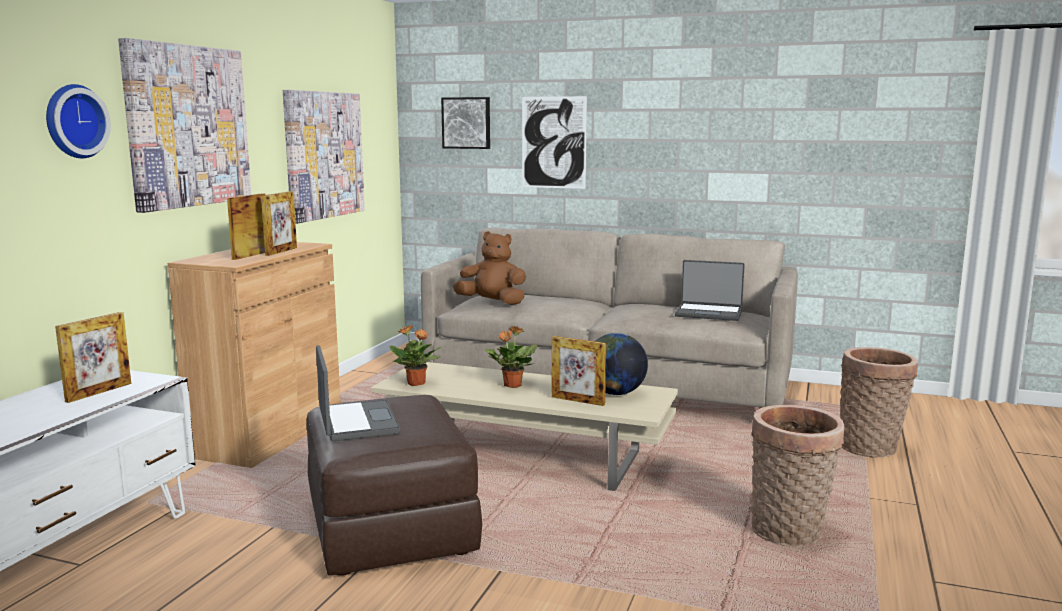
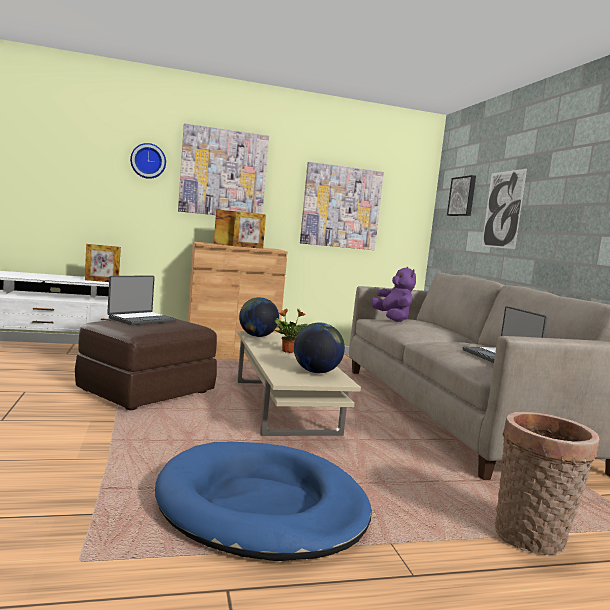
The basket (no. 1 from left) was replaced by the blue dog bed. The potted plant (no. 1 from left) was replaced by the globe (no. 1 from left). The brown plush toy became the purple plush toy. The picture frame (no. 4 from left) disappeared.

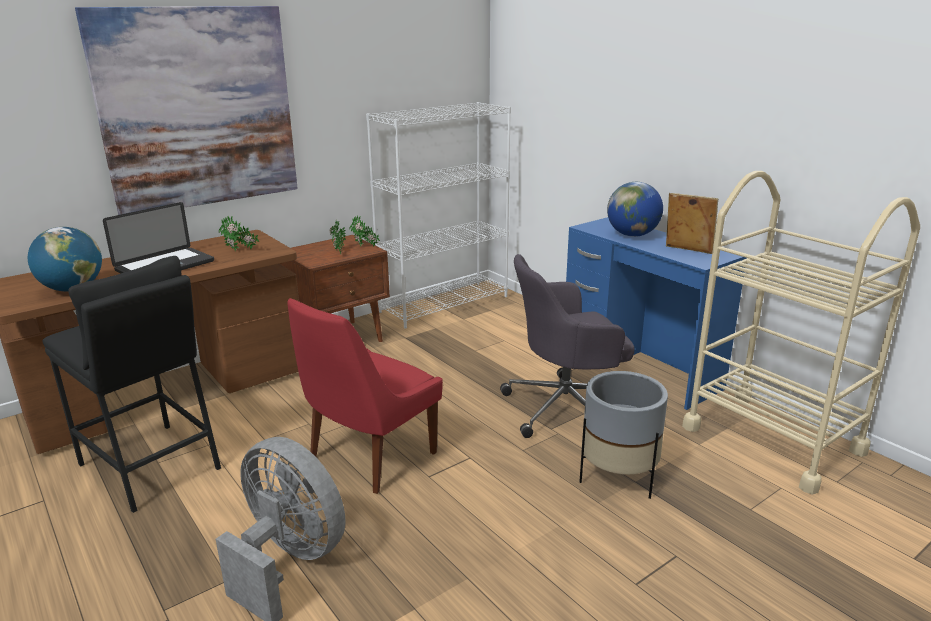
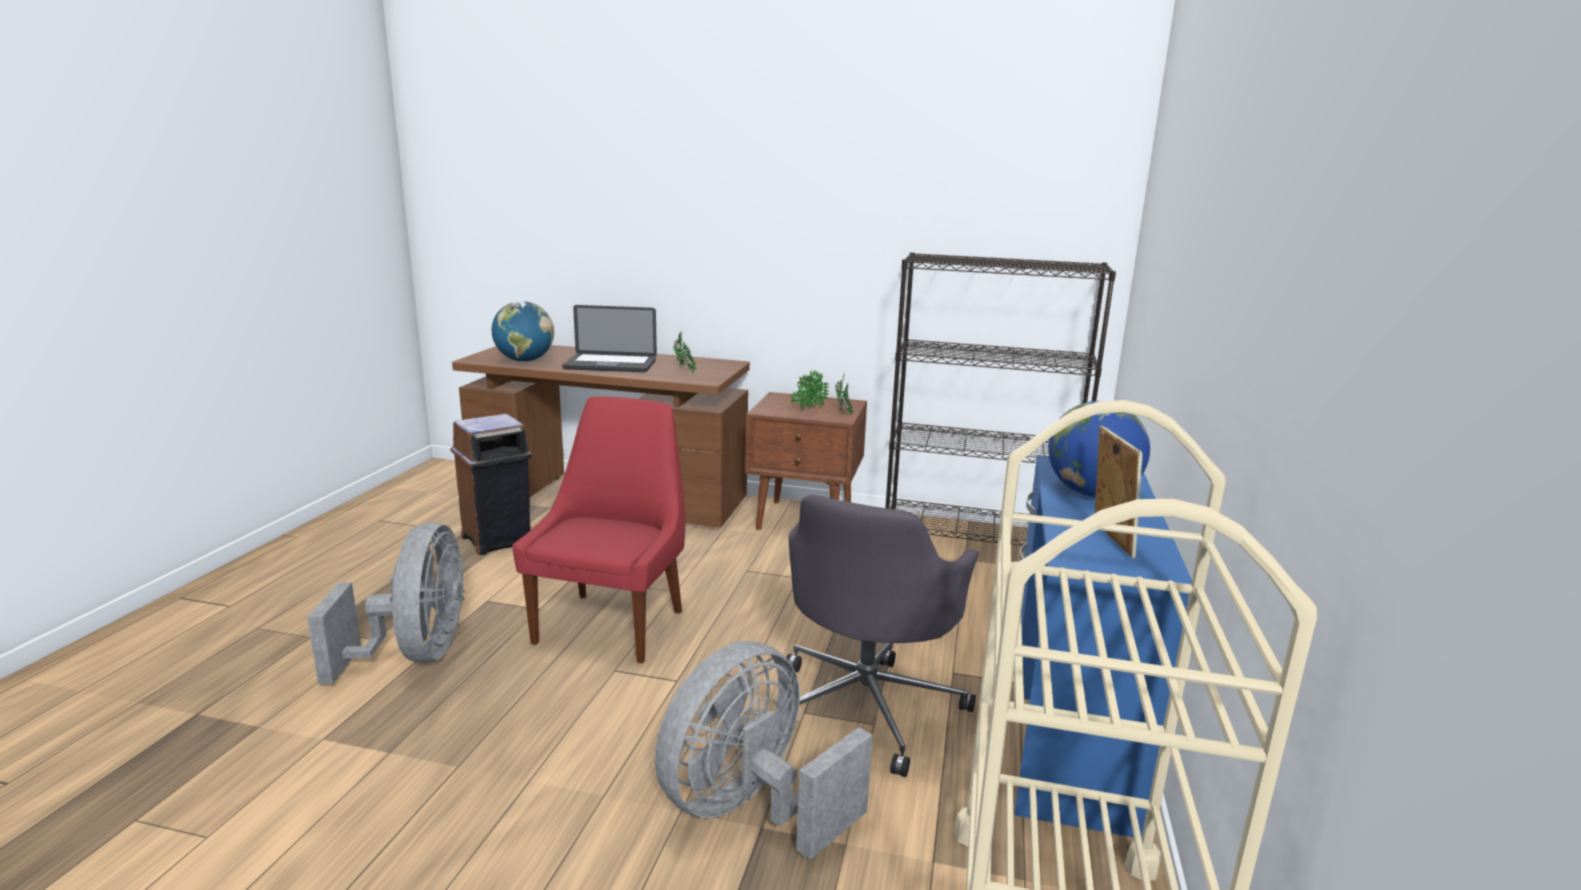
The black stool was replaced by the brown trash can. The red chair turned 105 degrees clockwise. The grey planter was replaced by the grey fan (no. 2 from left). The grey office chair turned 105 degrees counterclockwise. The white bookcase became the black bookcase. The picture disappeared.

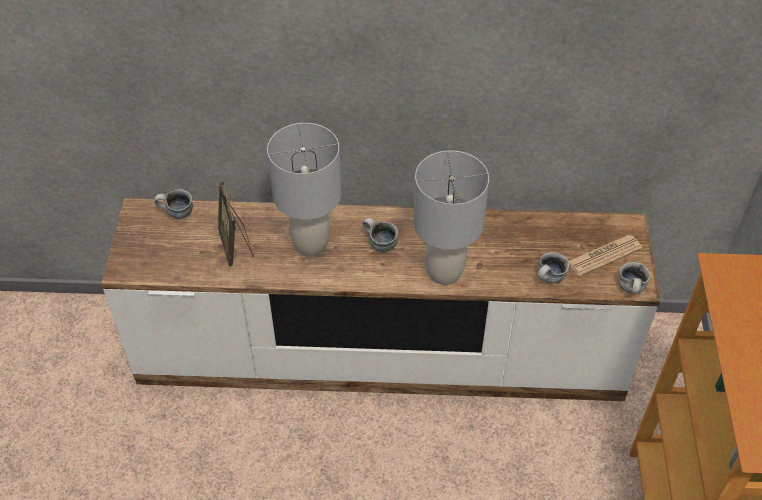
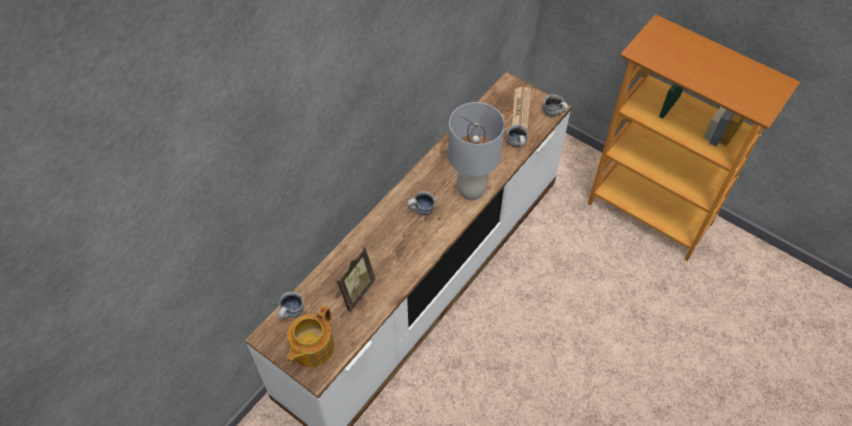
The teapot appeared. The picture frame turned 75 degrees counterclockwise. The grey table lamp (no. 1 from left) disappeared.

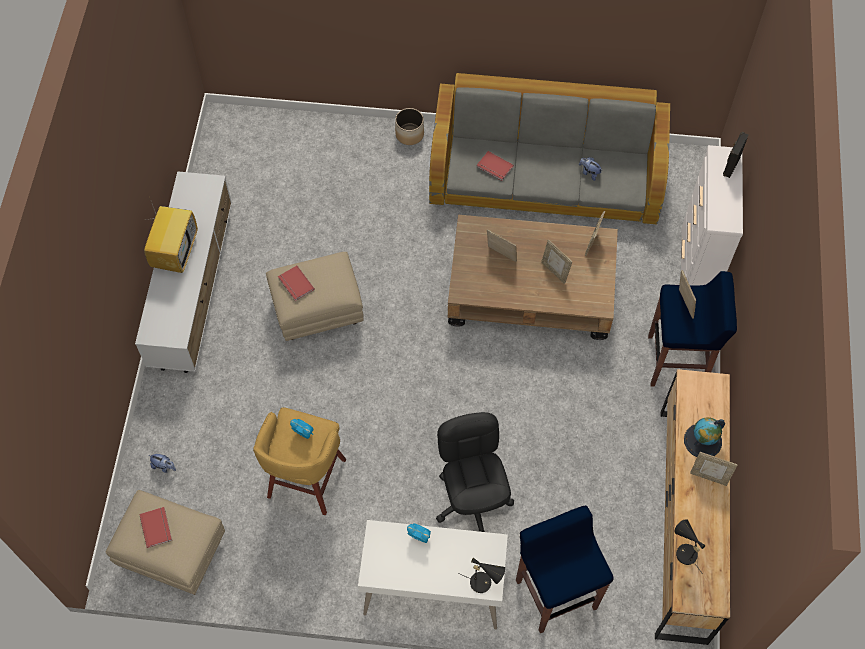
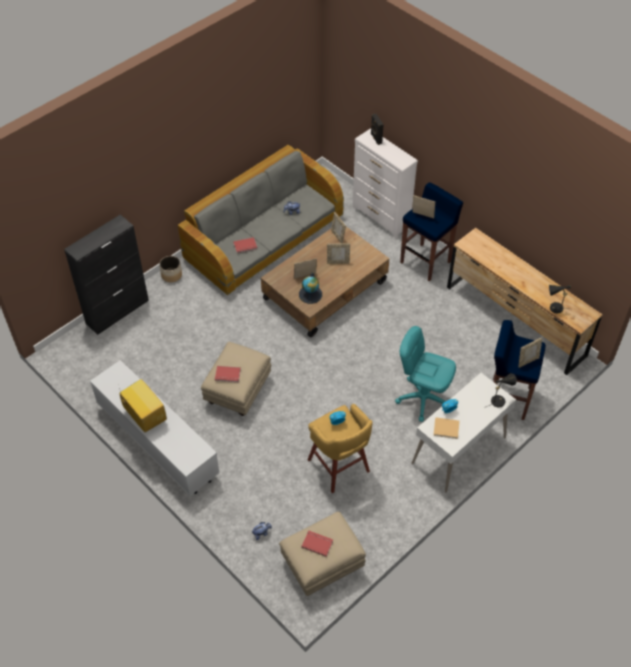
The black cabinet appeared. The globe moved. The black office chair became the turquoise office chair. The beige book appeared. The picture frame (no. 5 from left) moved.

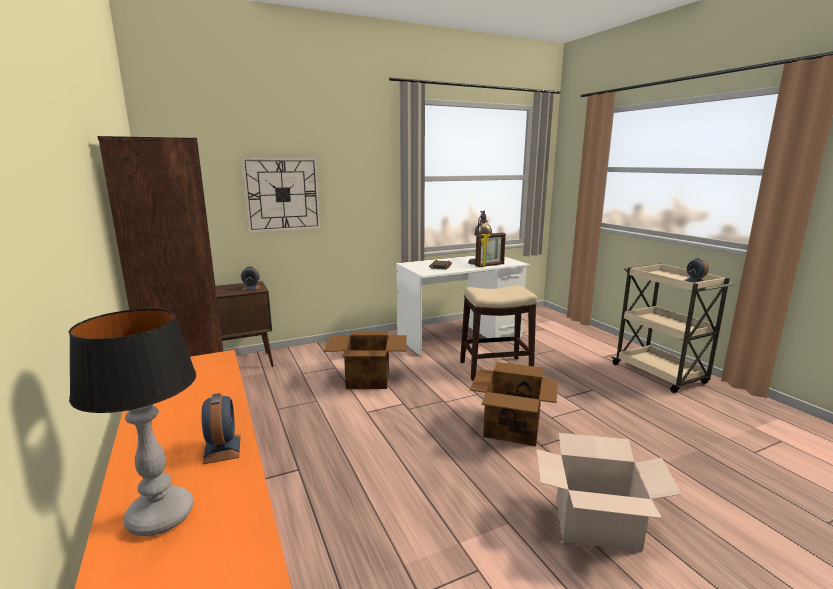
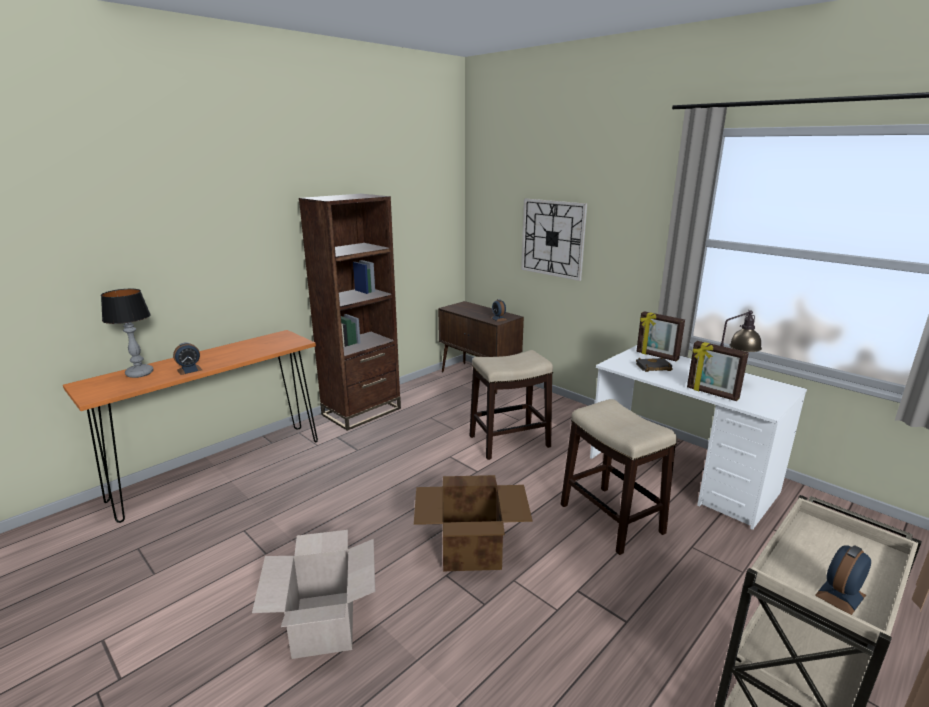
The cardboard box (no. 1 from left) was replaced by the stool (no. 1 from left). The picture frame (no. 1 from left) appeared.

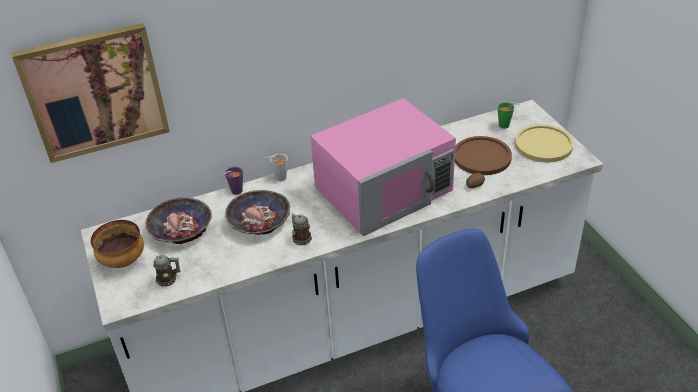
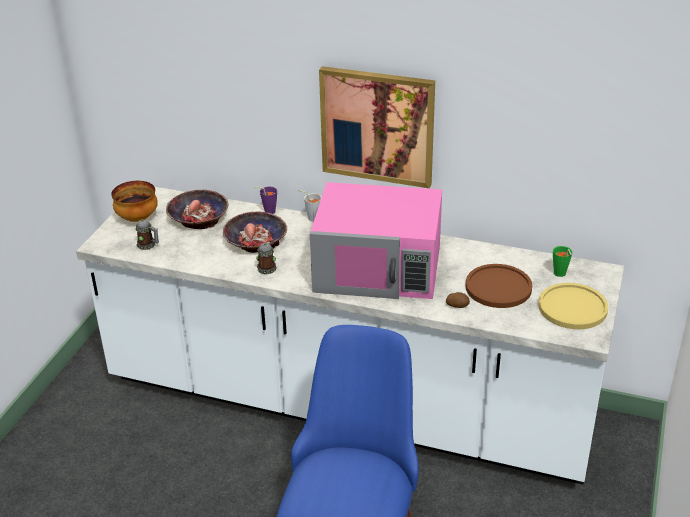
The picture moved.

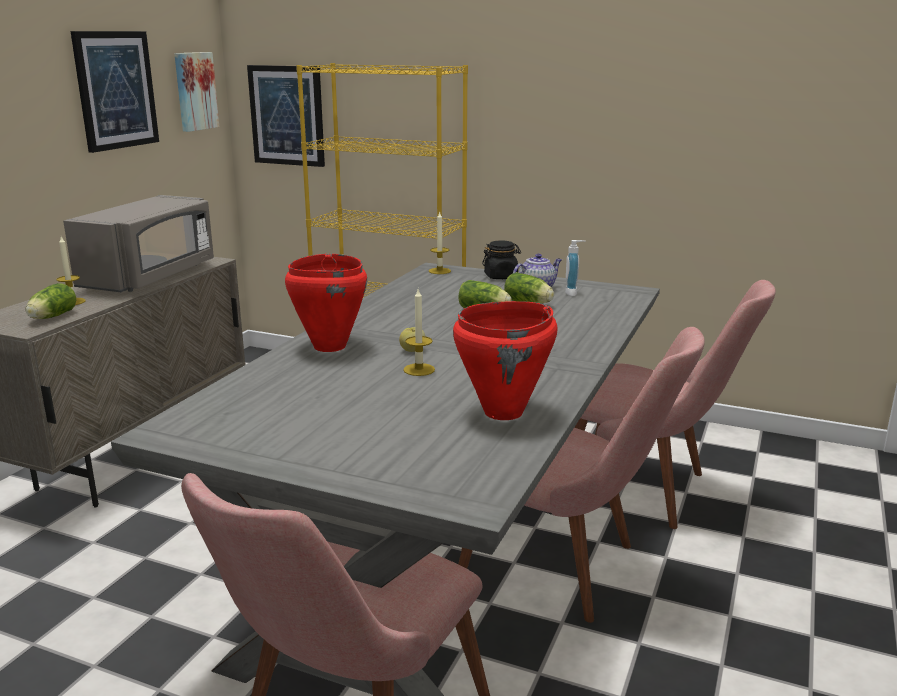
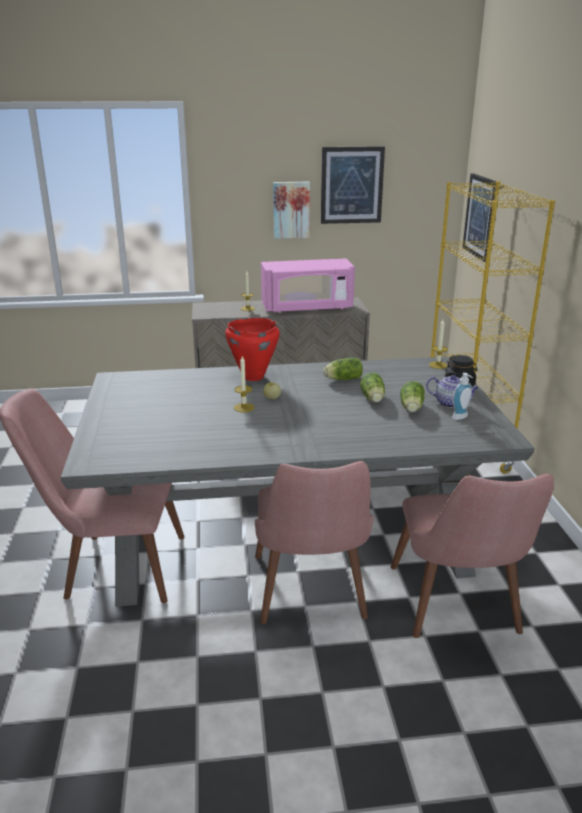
The grey microwave became the pink microwave. The picture (no. 2 from left in the first image) moved. The lettuce (no. 1 from left) moved. The red cooking pot (no. 2 from left) disappeared.

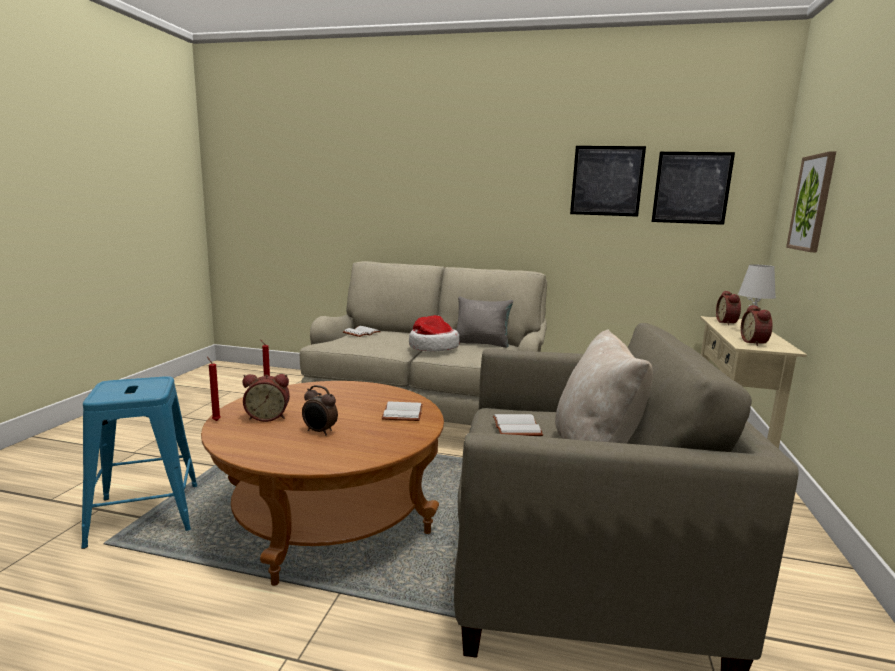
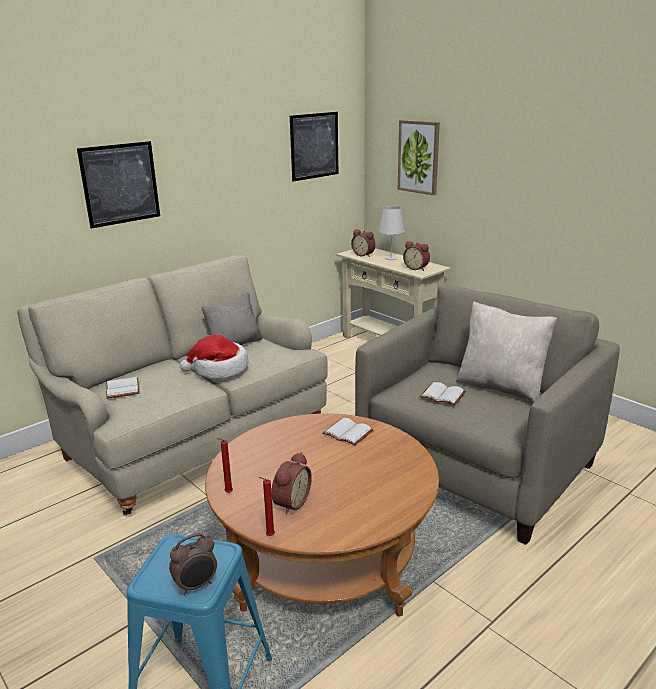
The picture (no. 1 from left) moved. The alarm clock (no. 2 from left in the first image) moved.

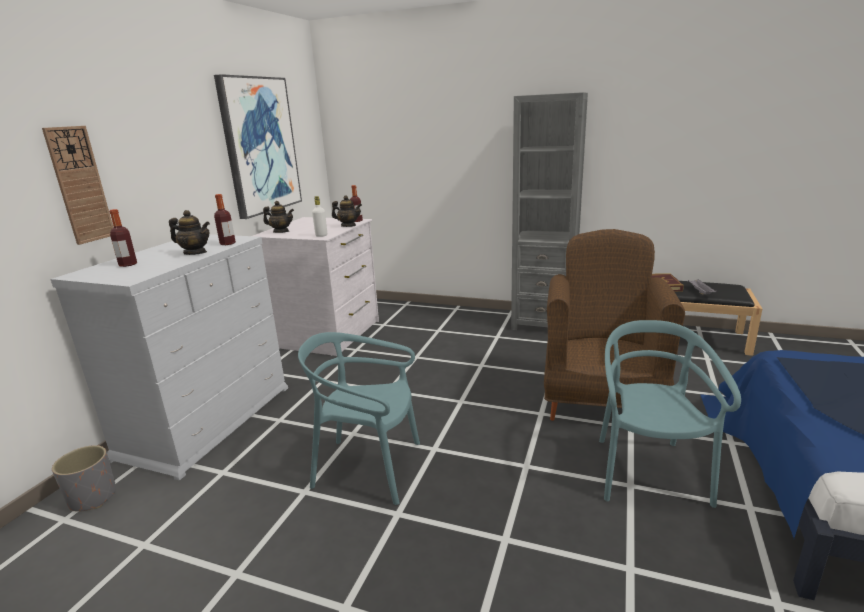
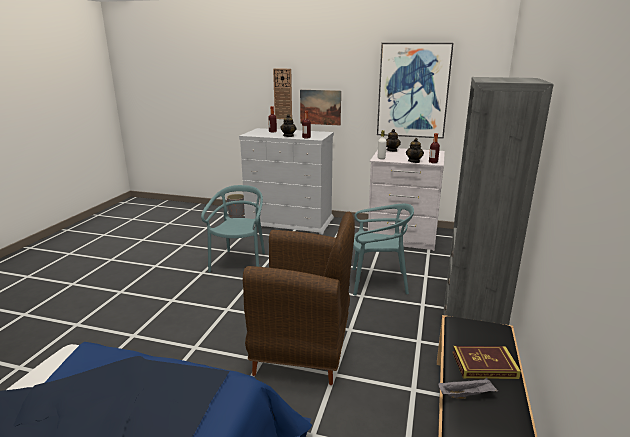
The picture (no. 1 from left) appeared. The turquoise chair (no. 2 from left) moved.

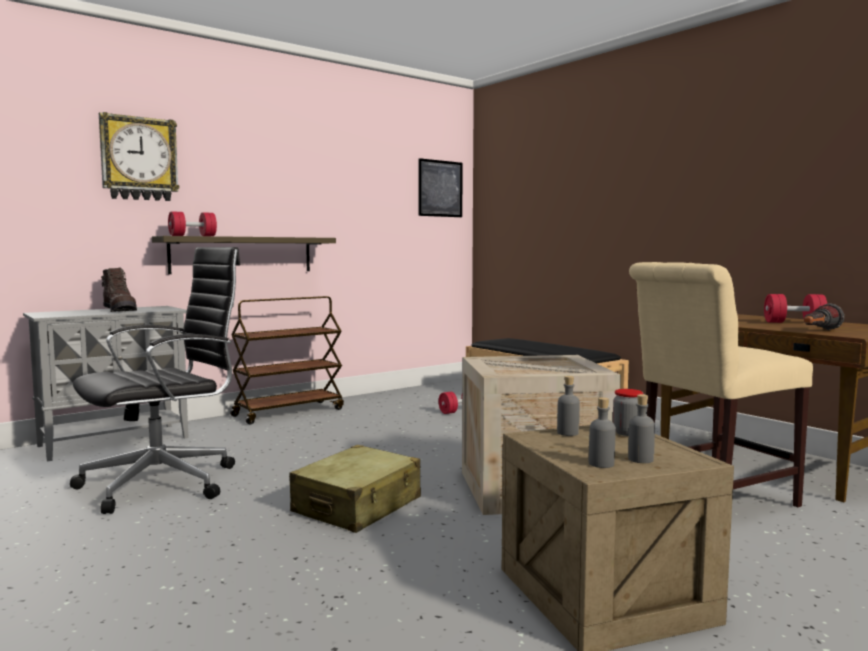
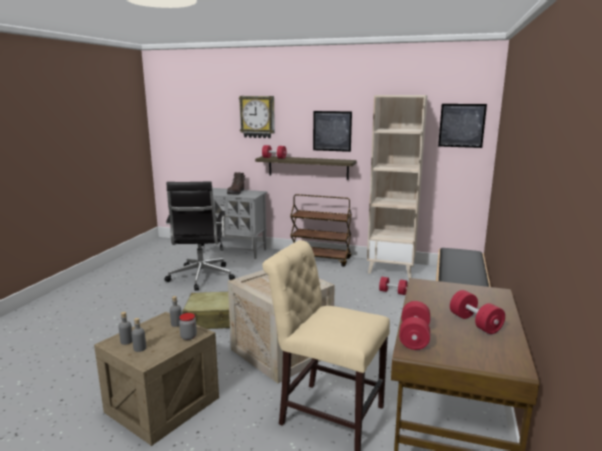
The black office chair turned 75 degrees clockwise. The picture (no. 1 from left) appeared. The beige bookcase appeared. The flashlight was replaced by the red dumbbell (no. 3 from left).

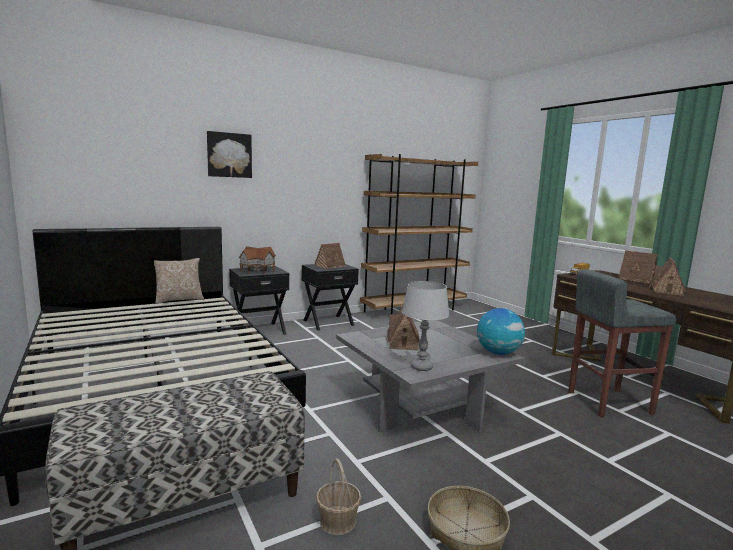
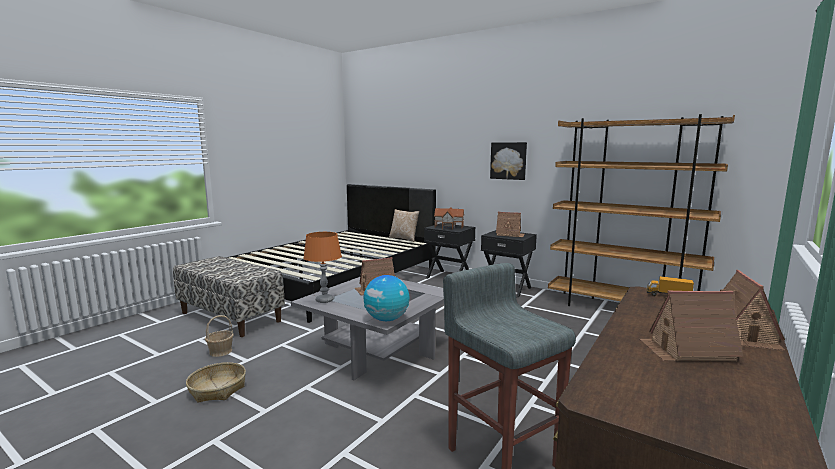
The grey table lamp became the orange table lamp. The picture moved.

